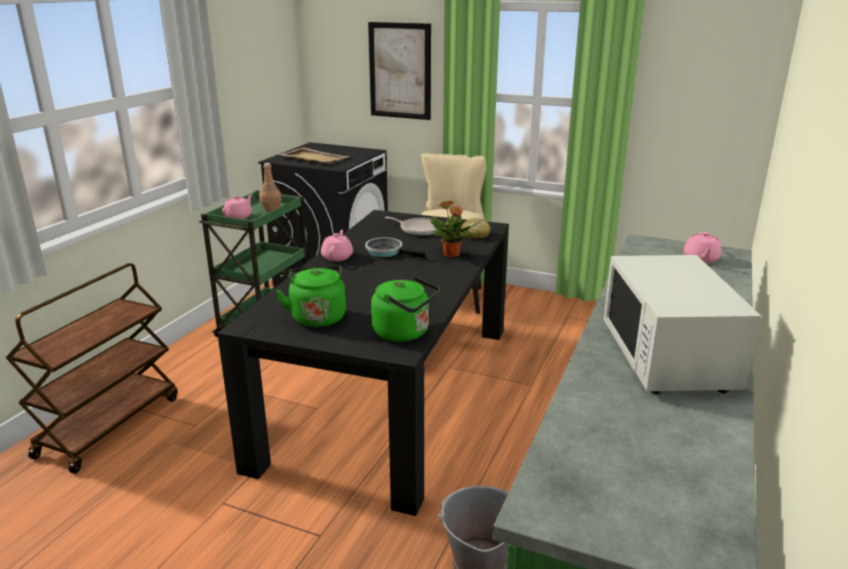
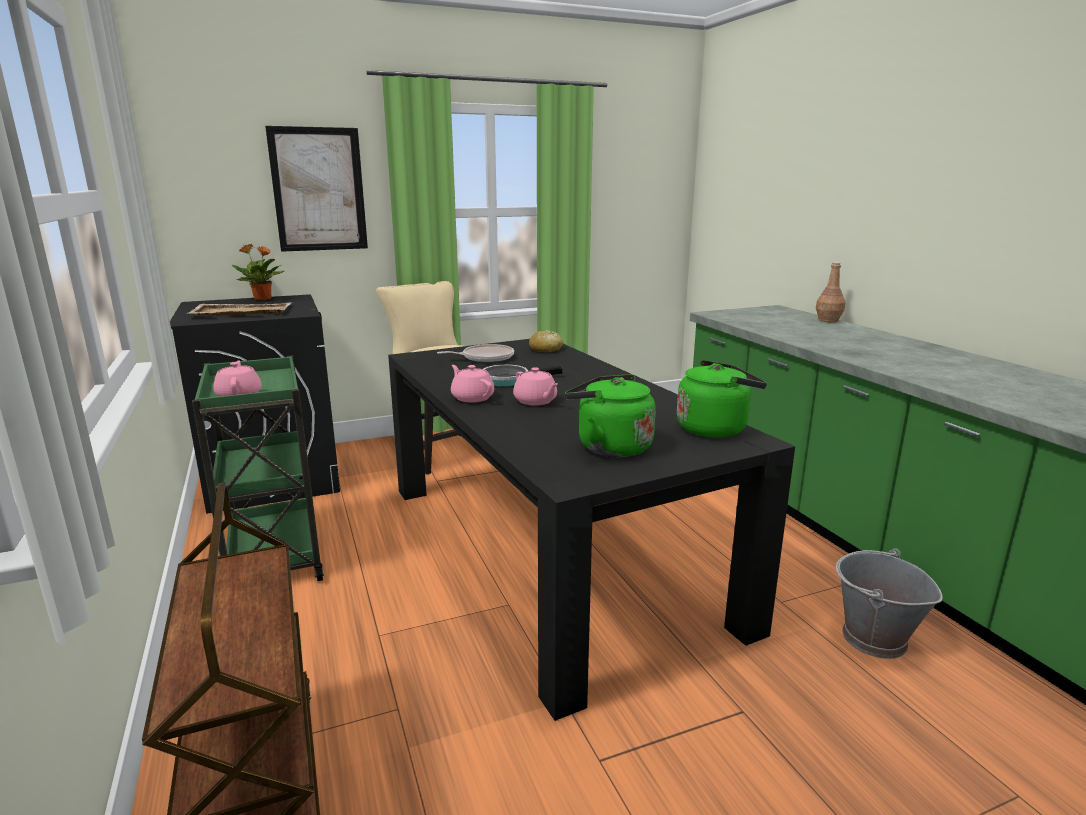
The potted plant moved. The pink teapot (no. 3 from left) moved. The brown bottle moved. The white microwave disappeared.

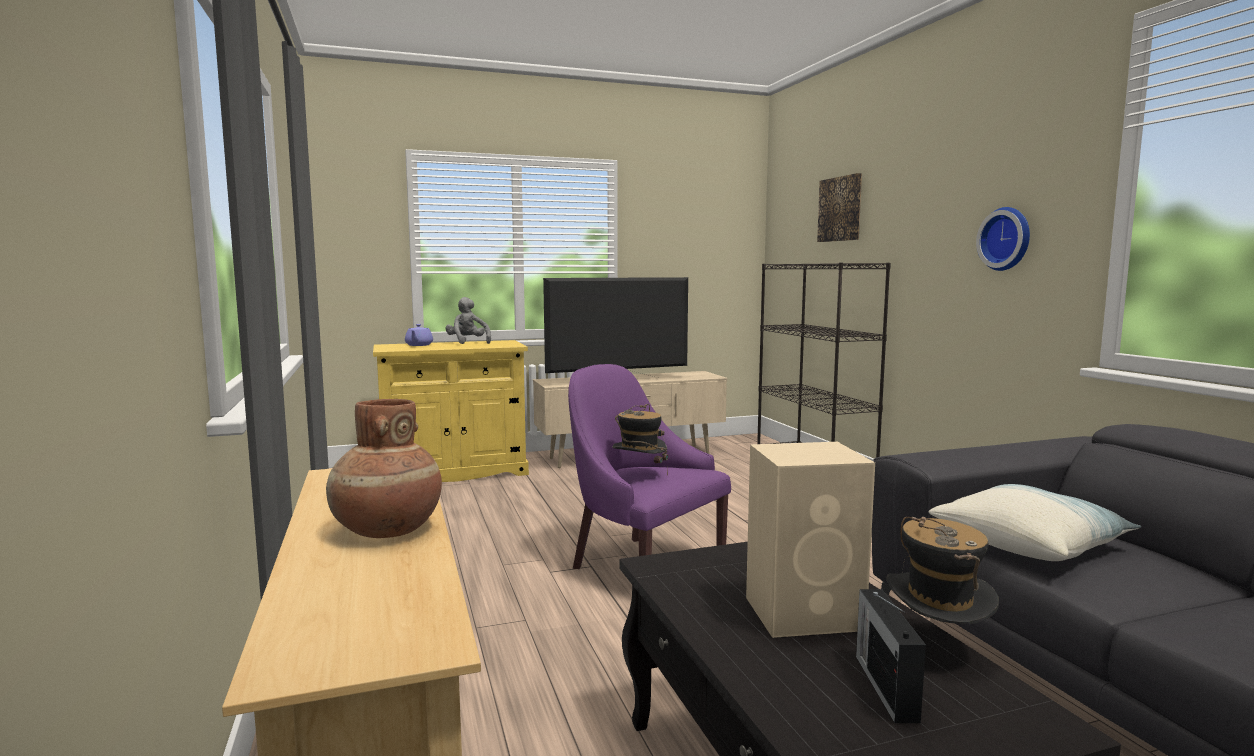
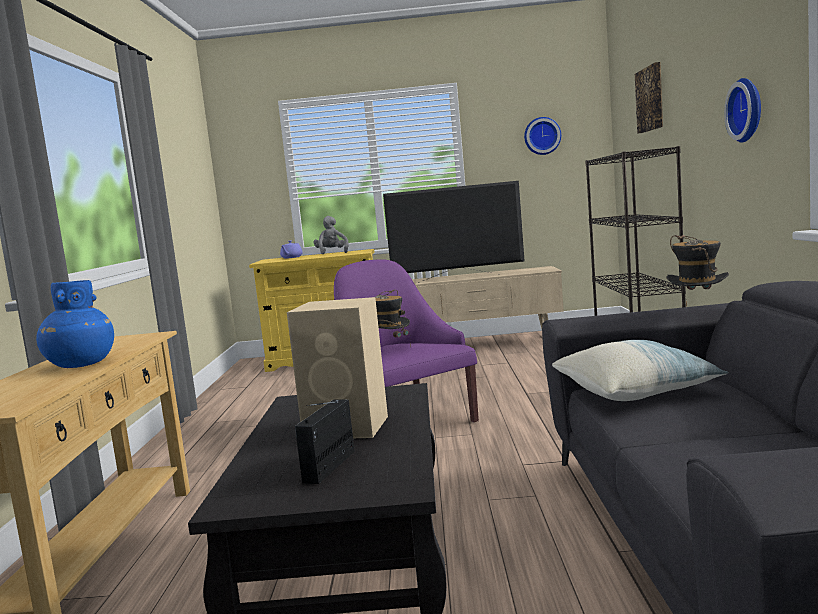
The brown vase became the blue vase. The wall clock (no. 1 from left) appeared. The hat (no. 2 from left) moved.

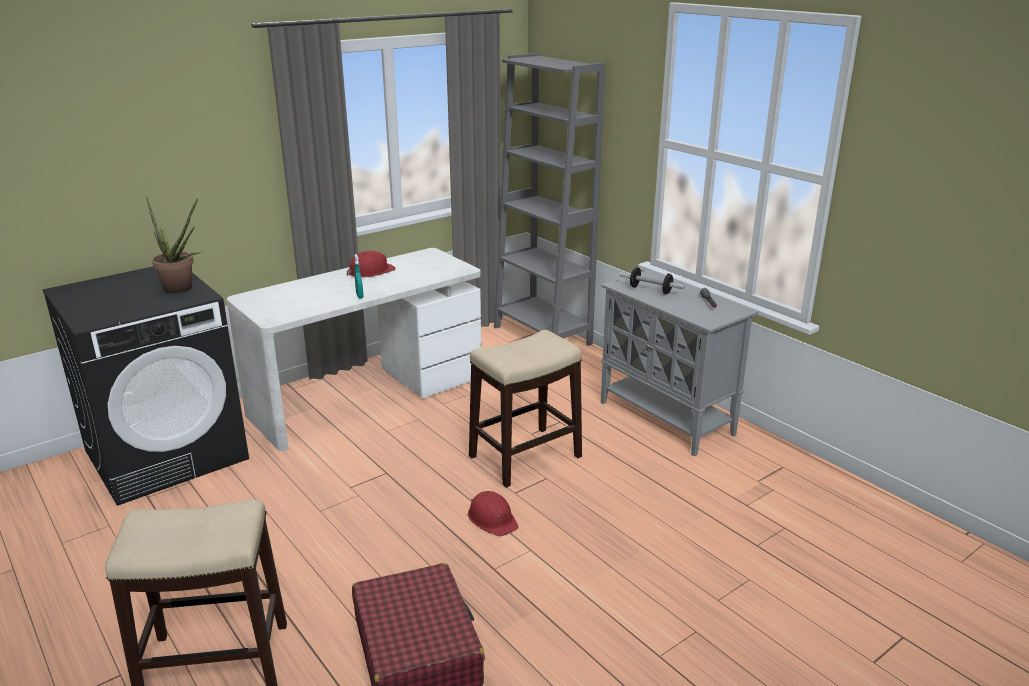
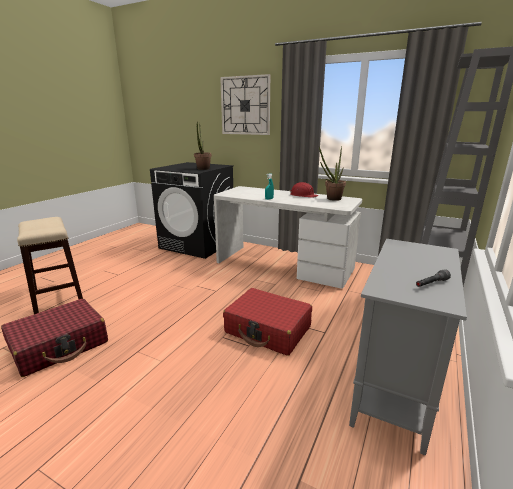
The wall clock appeared. The stool (no. 2 from left) was replaced by the red suitcase (no. 2 from left). The potted plant (no. 2 from left) appeared. The red hard hat (no. 2 from left) disappeared. The dumbbell disappeared.

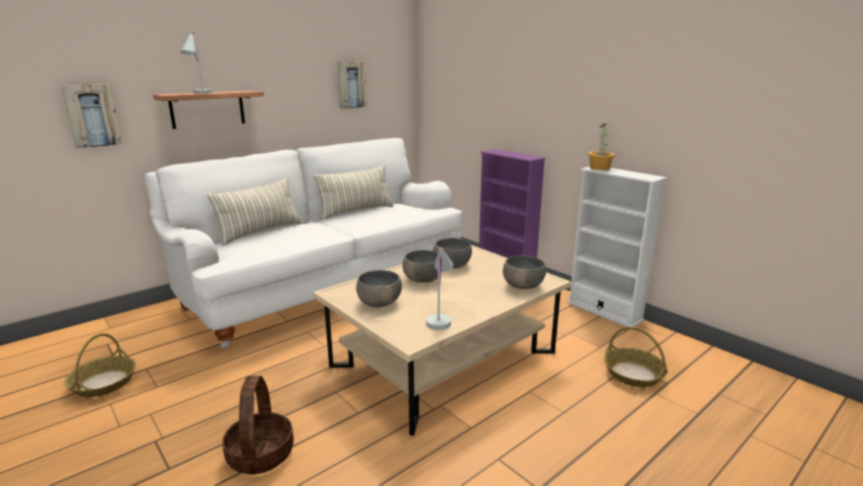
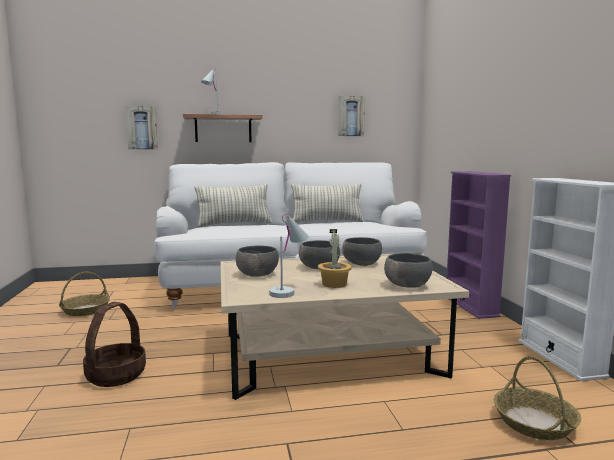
The potted plant moved.

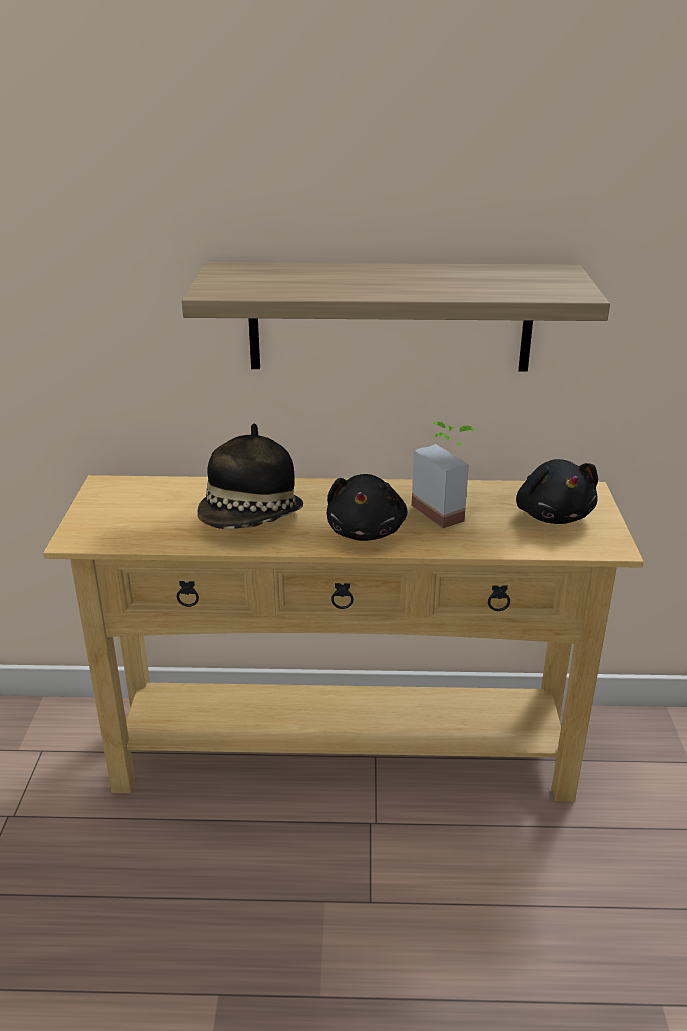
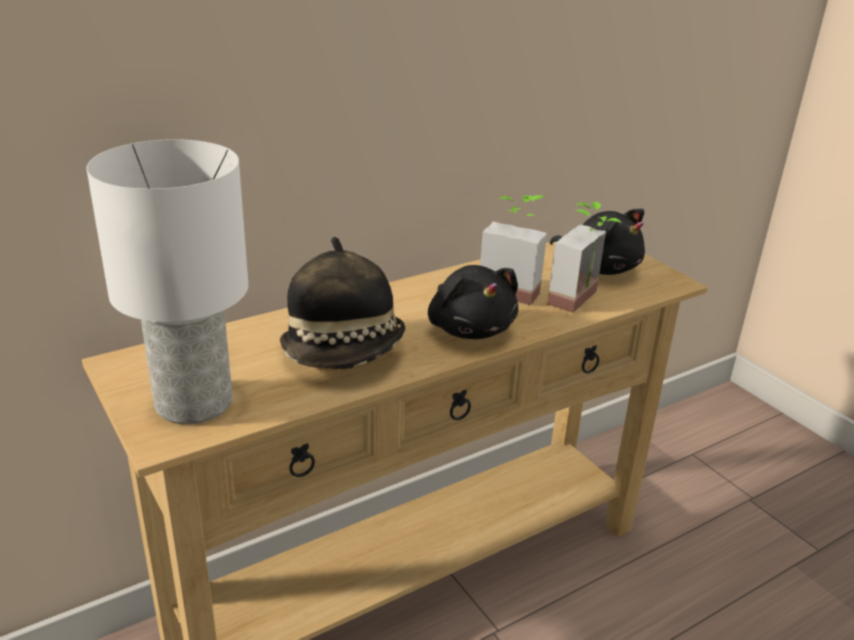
The white table lamp appeared. The potted plant (no. 2 from left) appeared. The shelf disappeared.

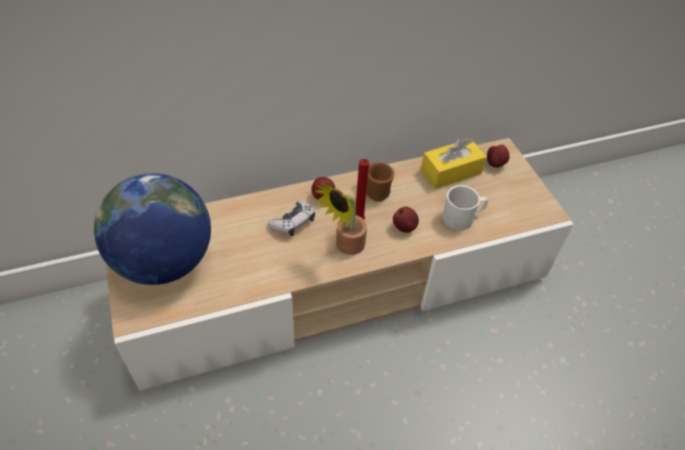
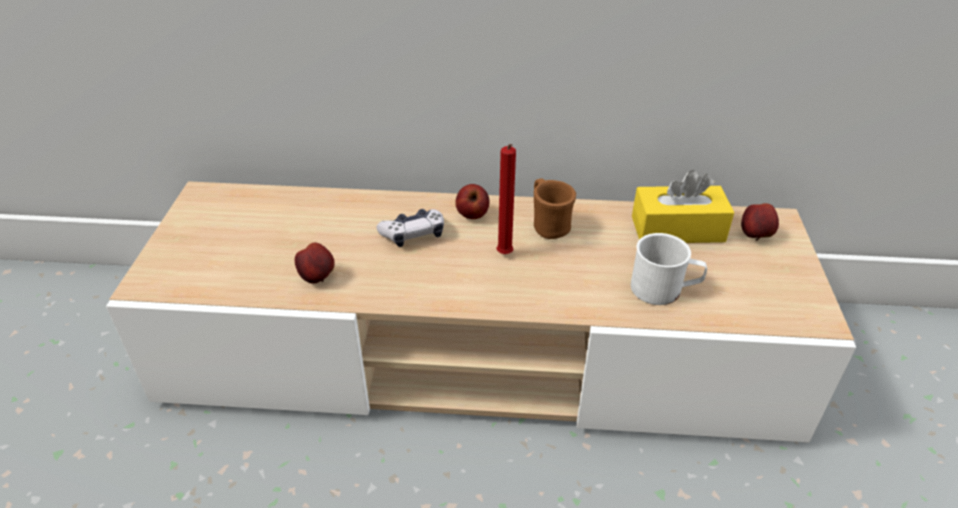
The apple (no. 2 from left in the first image) moved. The globe disappeared. The potted plant disappeared.

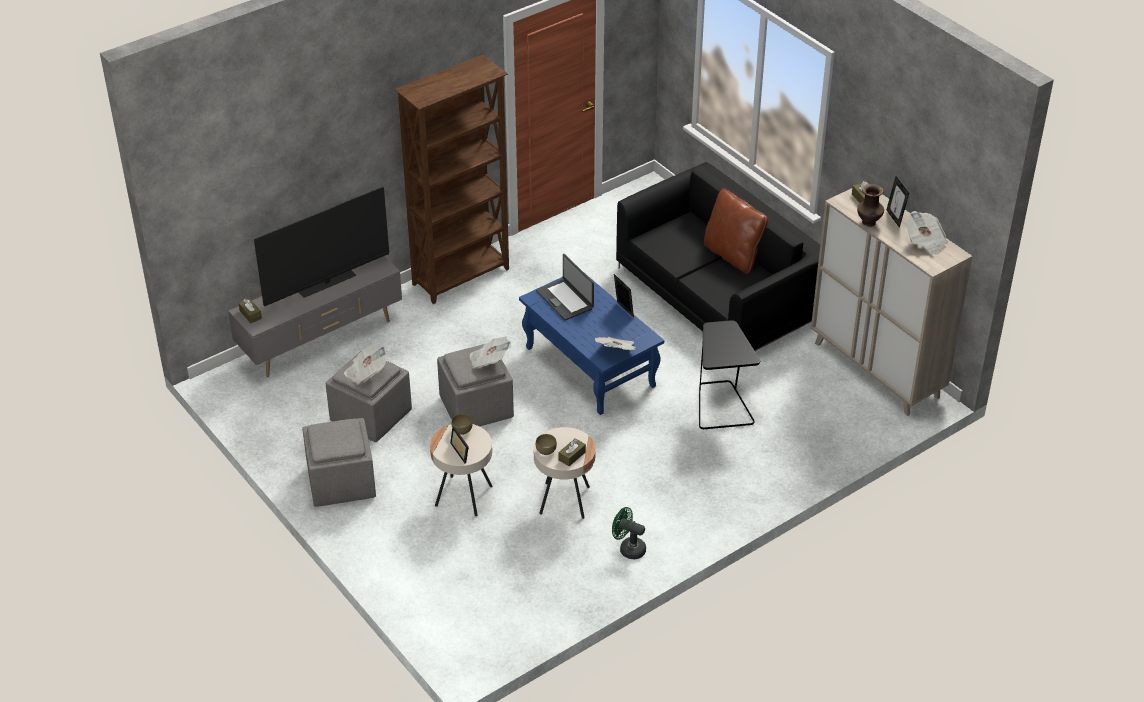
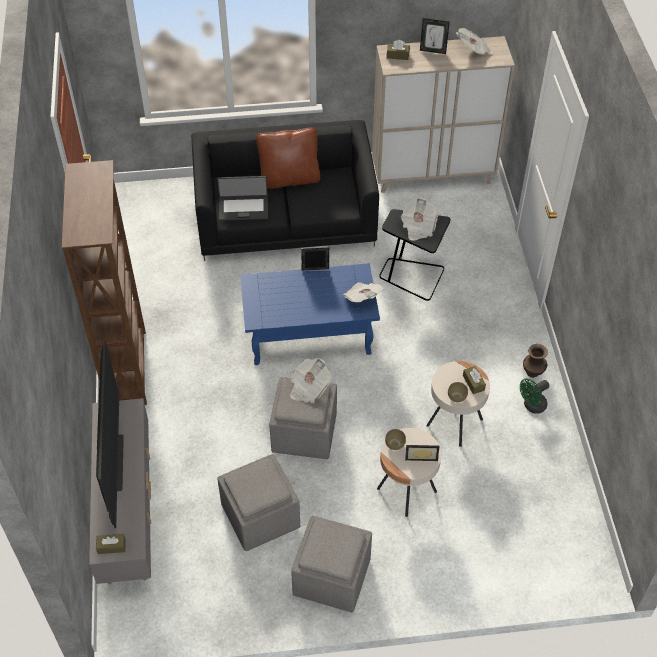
The laptop moved. The newspaper (no. 1 from left in the first image) moved. The brown vase moved.

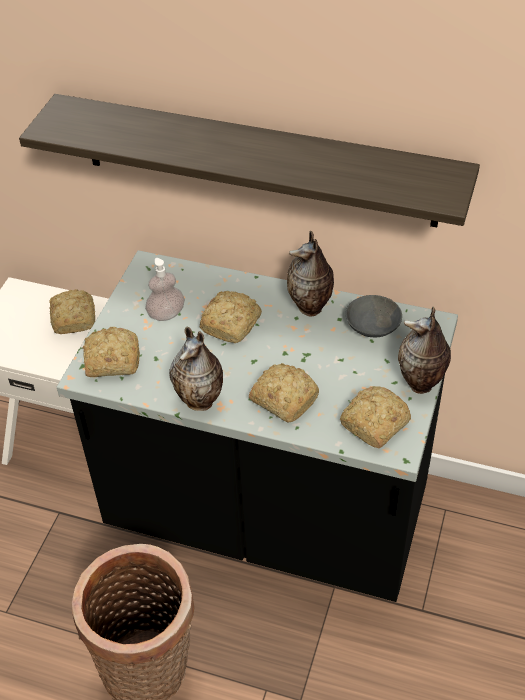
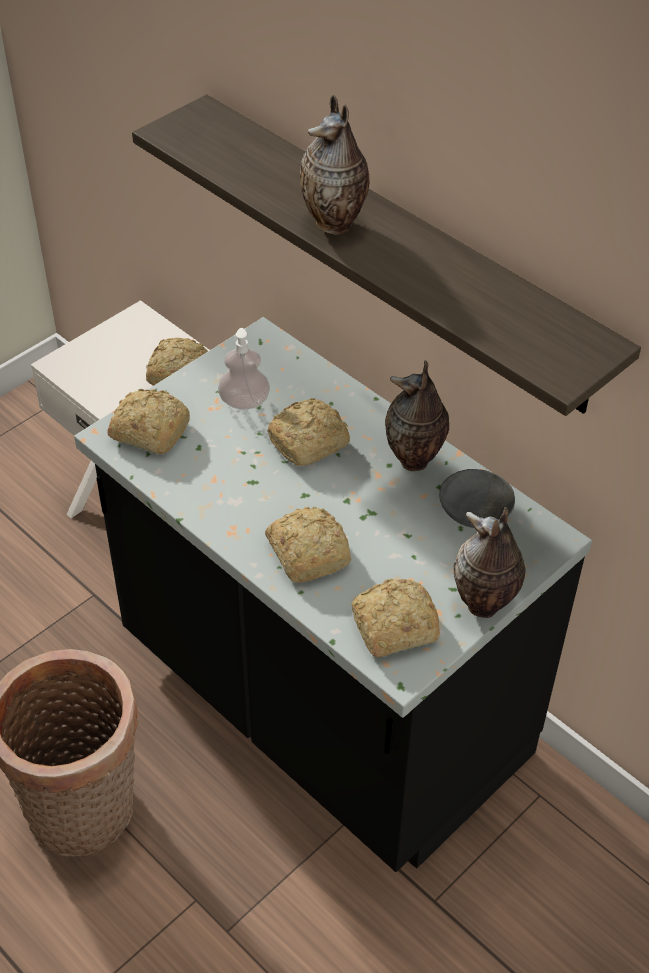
The vase (no. 1 from left) moved.

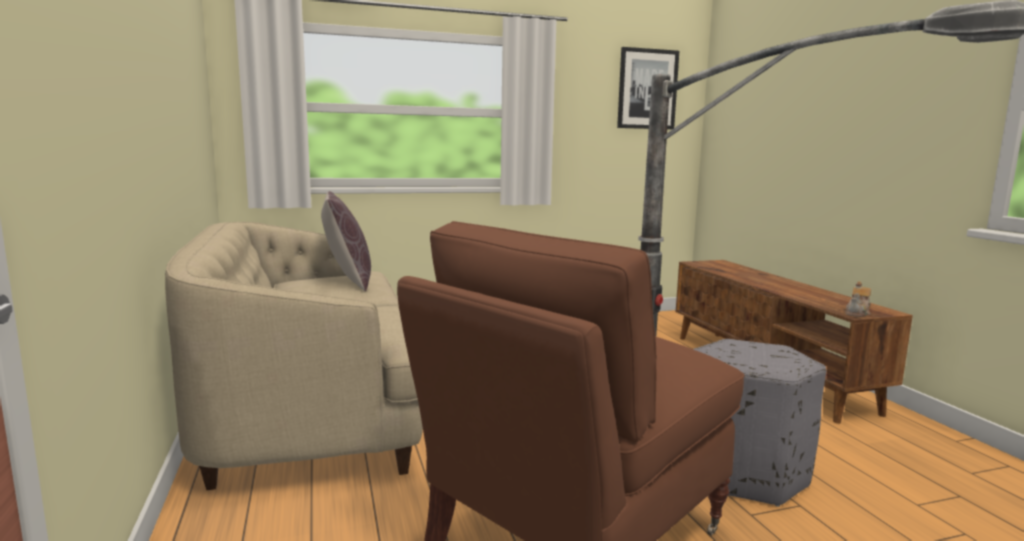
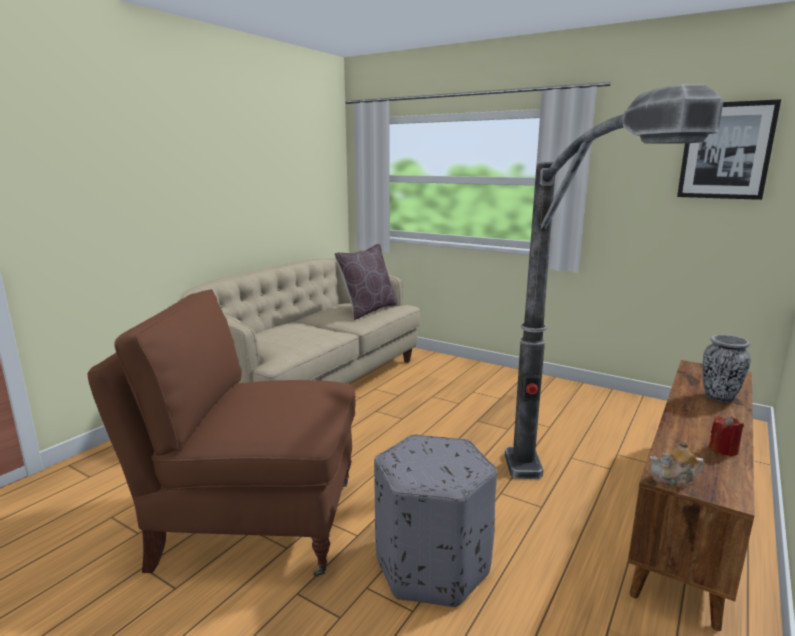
The vase appeared. The red candle appeared.

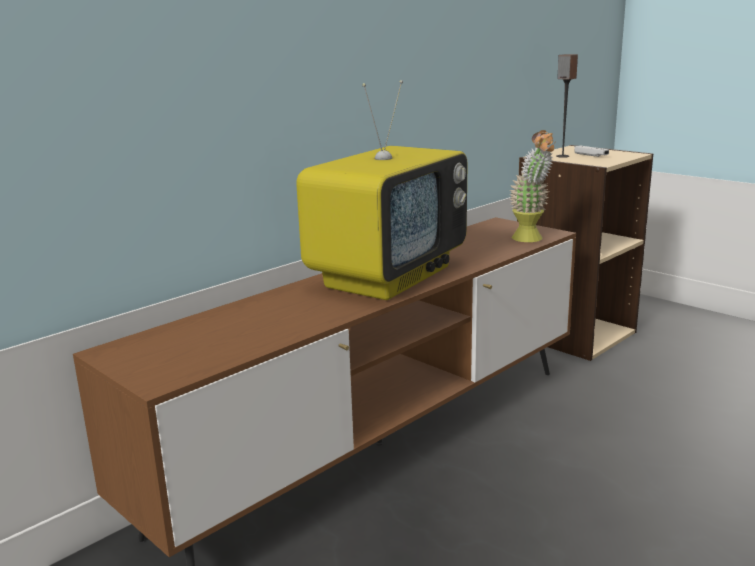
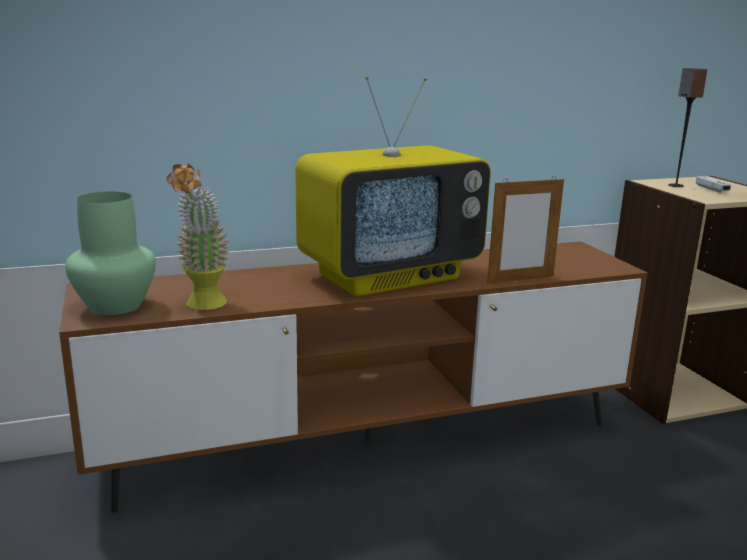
The green vase appeared. The potted plant moved. The picture frame appeared.

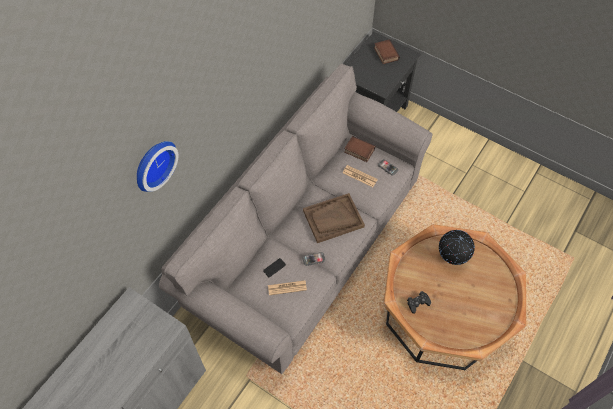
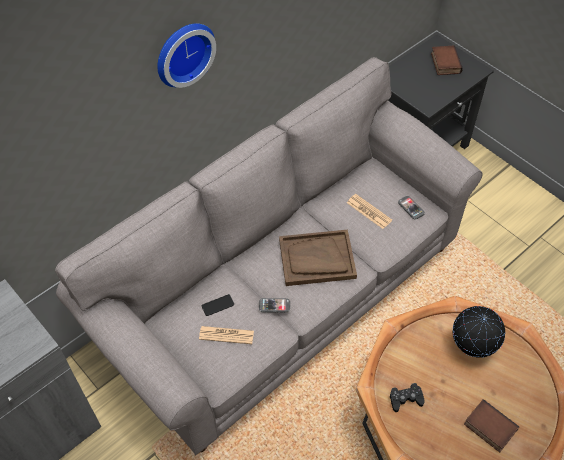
The wall clock moved. The book (no. 1 from left in the first image) moved.

